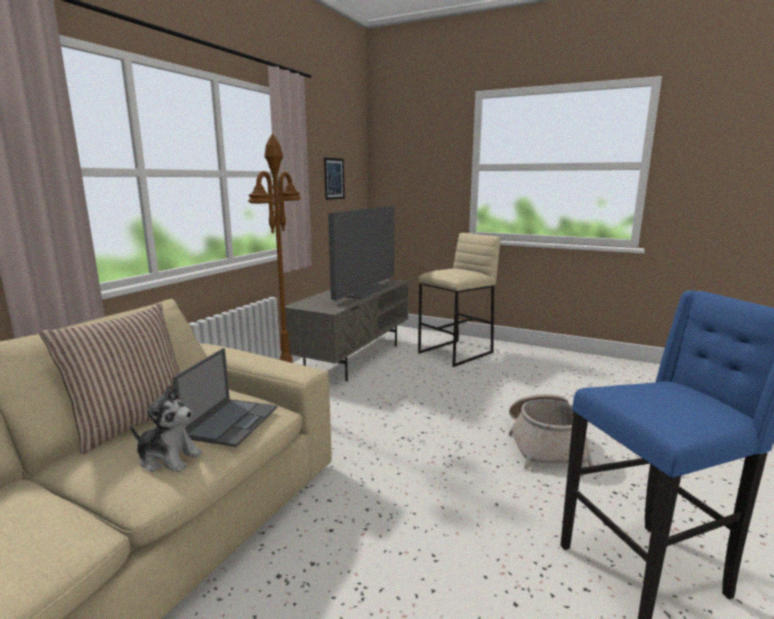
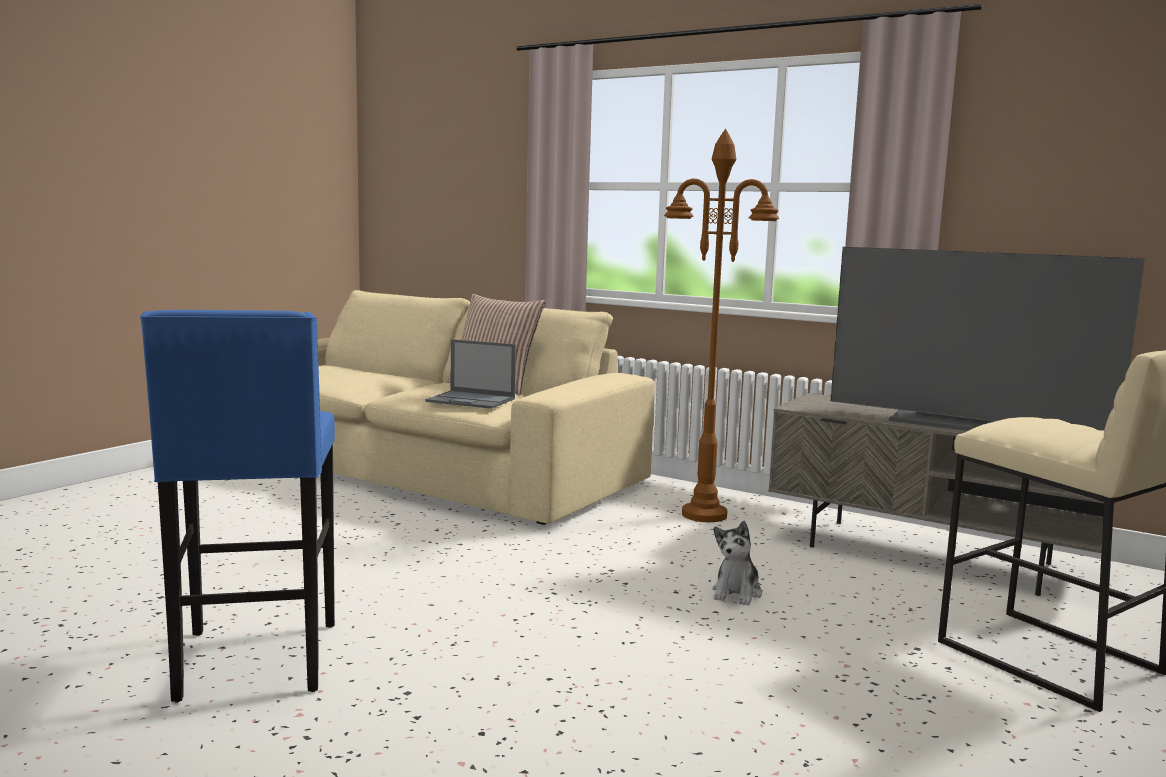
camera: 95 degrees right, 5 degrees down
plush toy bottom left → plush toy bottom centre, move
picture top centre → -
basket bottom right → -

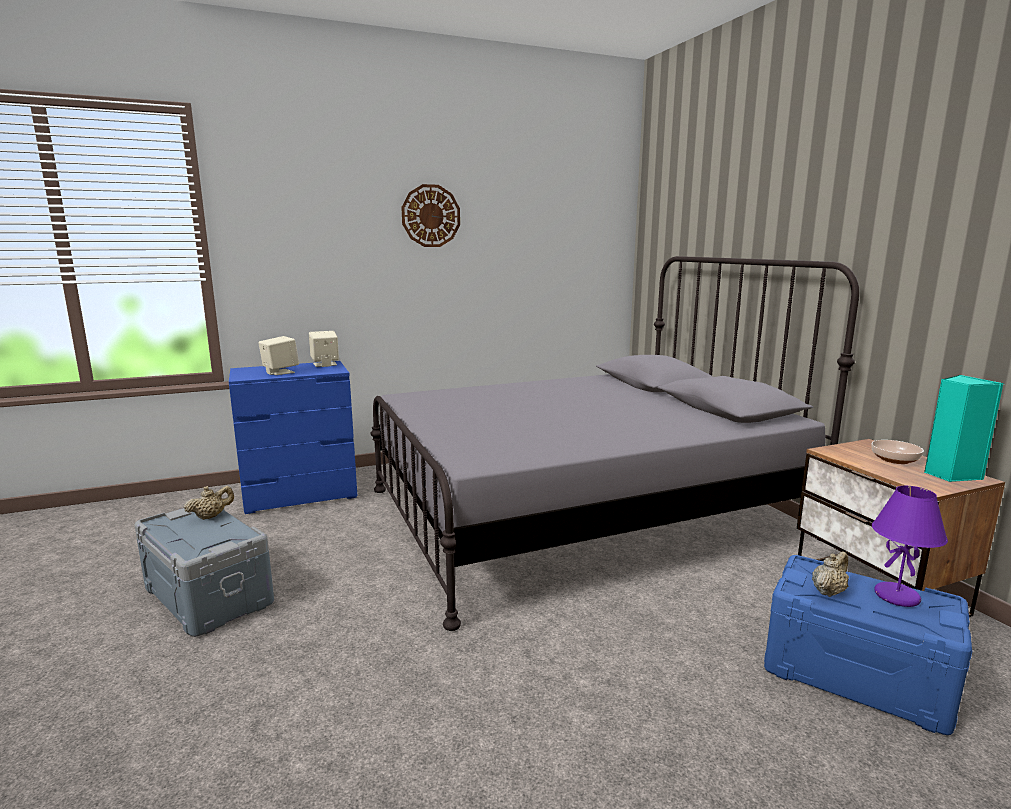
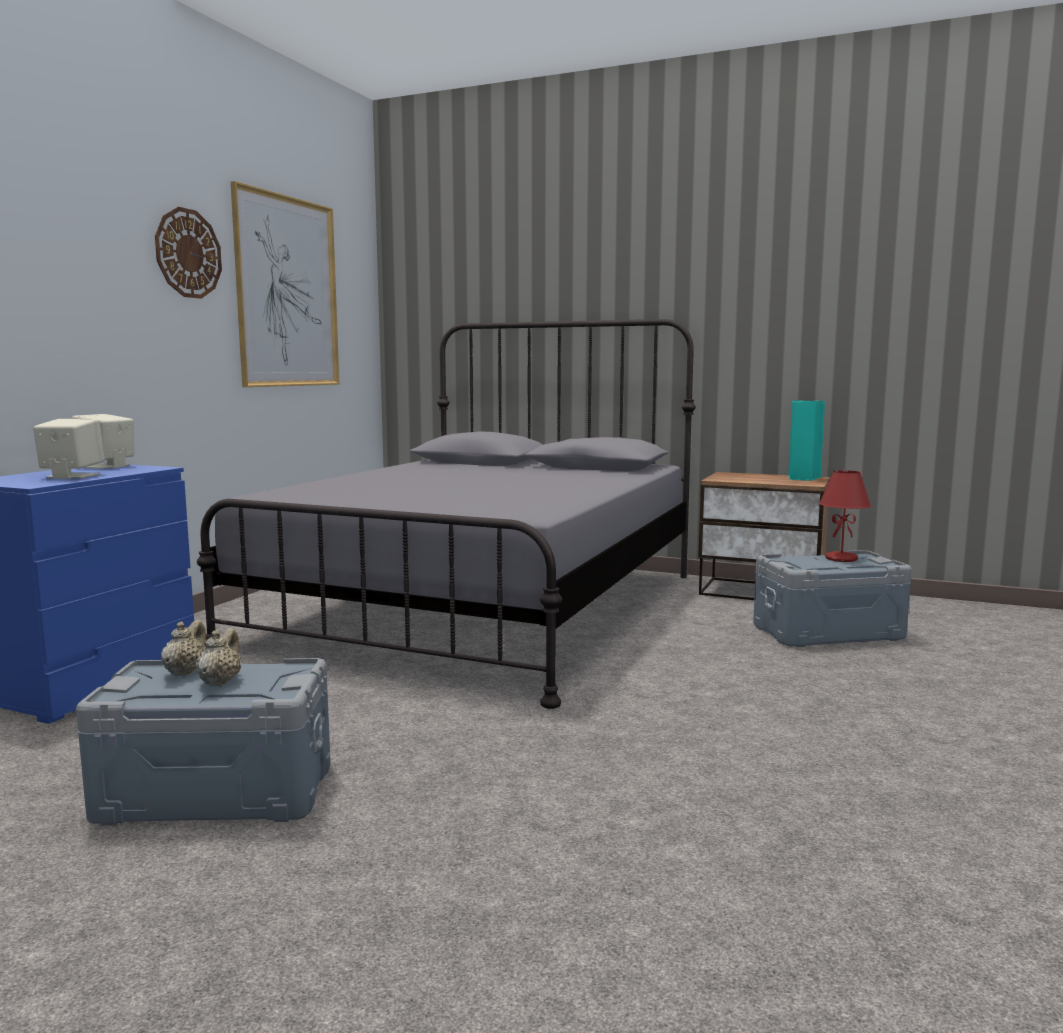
camera: 45 degrees left, 5 degrees down
teapot in beige (2nd from left) bottom right → teapot in beige (2nd from left) middle left, move
- → picture top left
storage box in blue bottom right → storage box in grey (2nd from left) middle right
table lamp in purple bottom right → table lamp in red middle right
bowl middle right → -

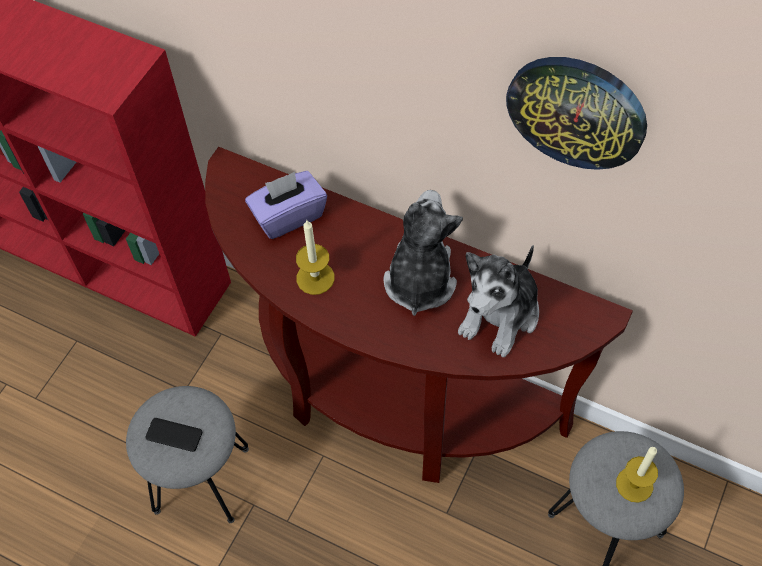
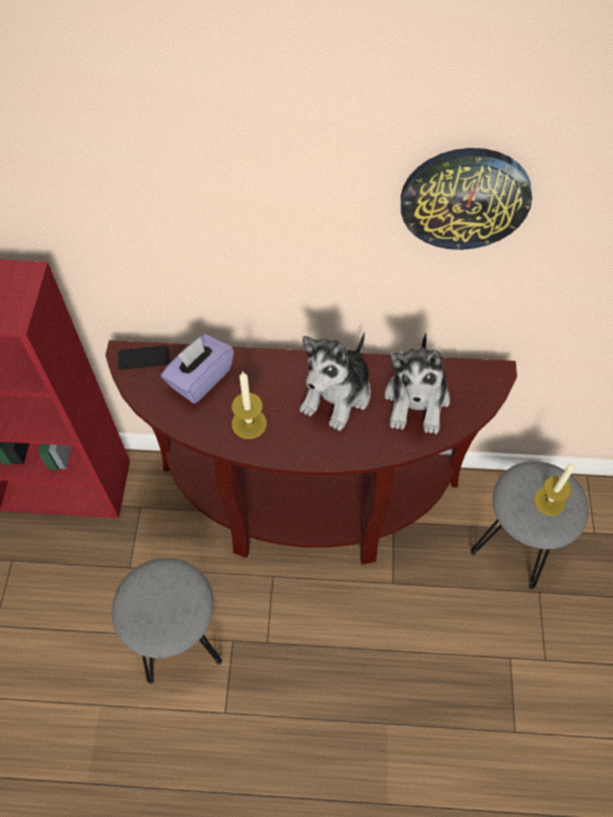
camera: 25 degrees left, 0 degrees up
phone bottom left → phone middle left, move
plush toy (1st from left) centre, 135 degrees counterclockwise

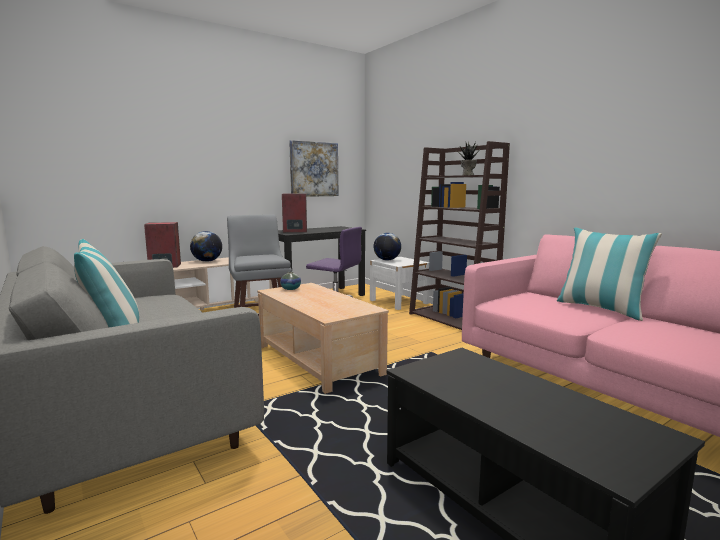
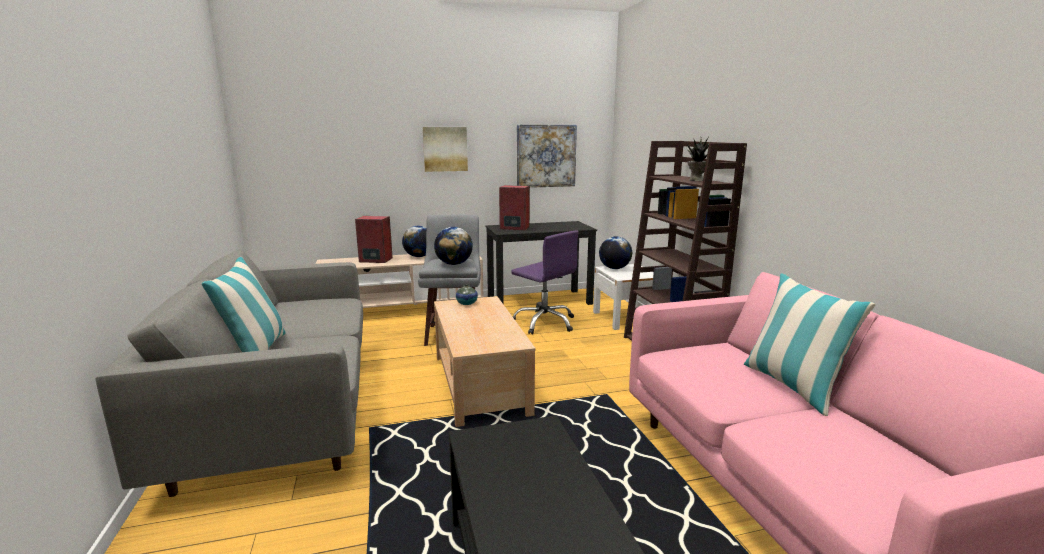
camera: 20 degrees right, 5 degrees up
- → picture (1st from left) top centre
- → globe (2nd from left) centre

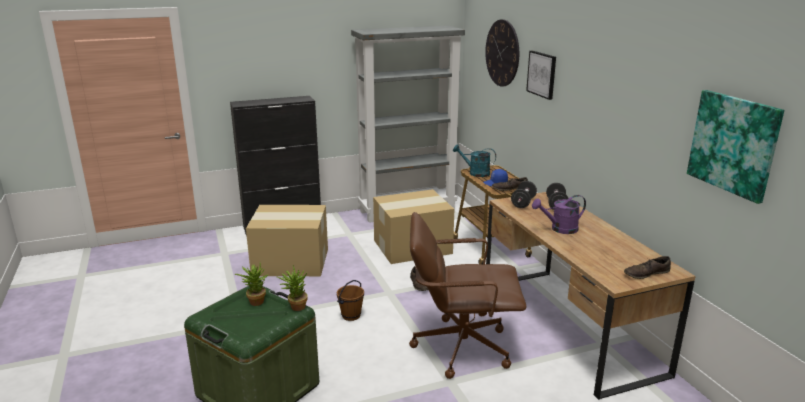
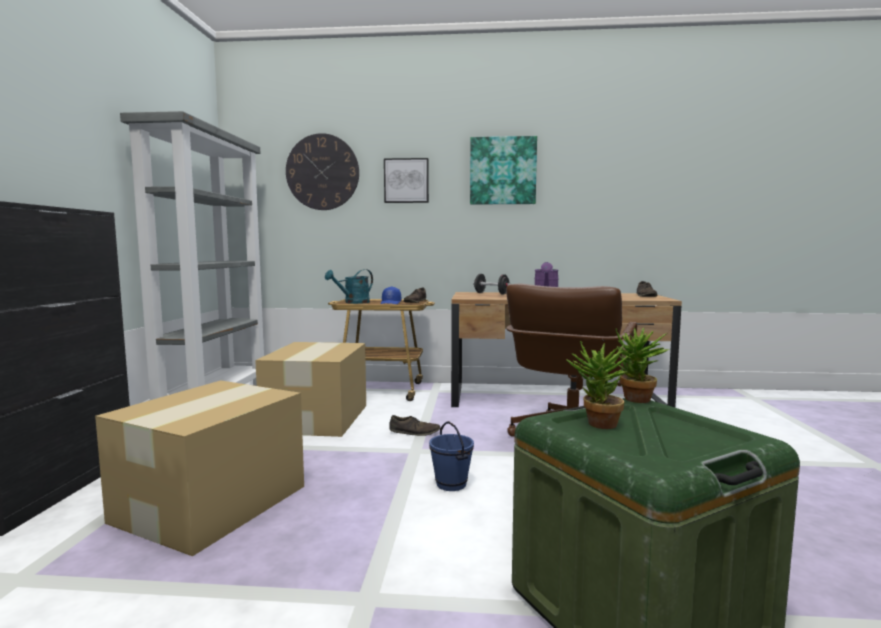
camera: 65 degrees left, 15 degrees down
bucket in brown bottom centre → bucket in blue bottom centre
picture (2nd from left) middle right → picture (2nd from left) top centre, move
dumbbell in black (1st from left) centre → -

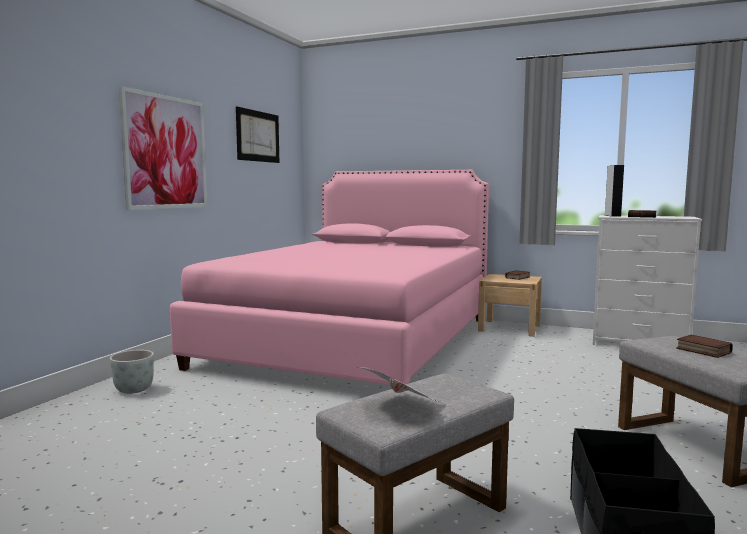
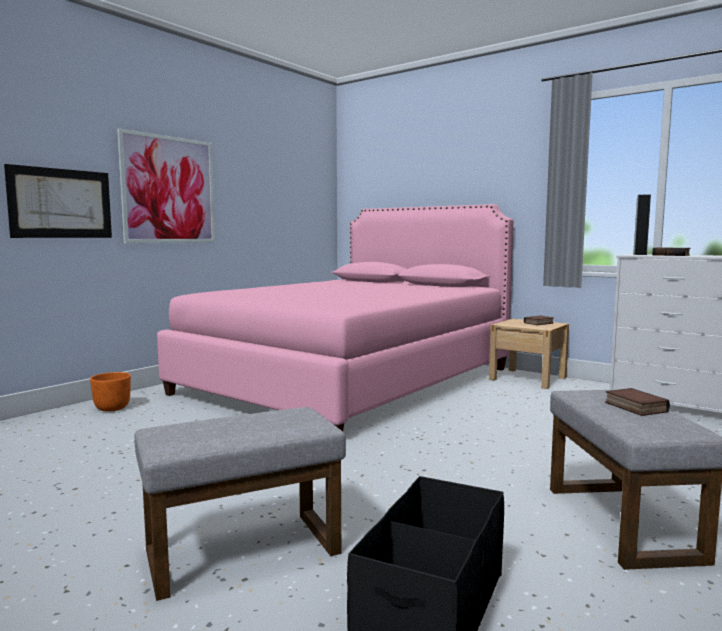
camera: 15 degrees right, 0 degrees up
picture (2nd from left in the first image) top centre → picture (1st from left) top left, move
planter in grey bottom left → planter in orange middle left
newspaper bottom centre → -

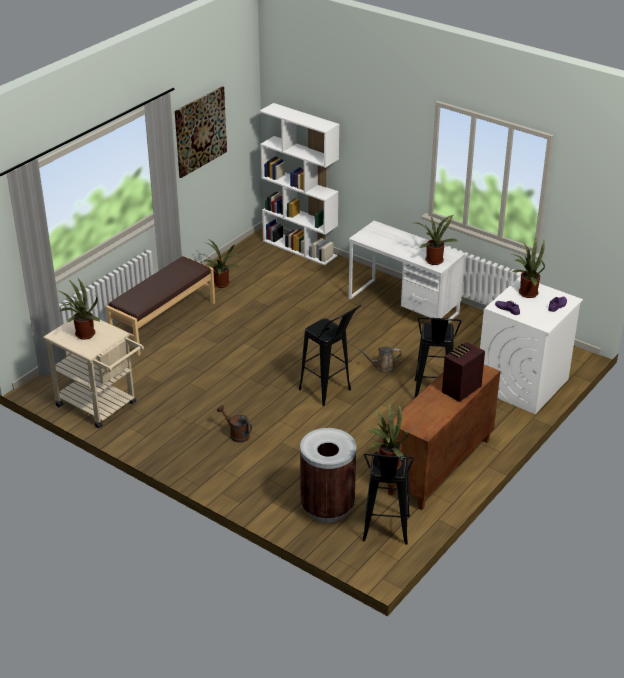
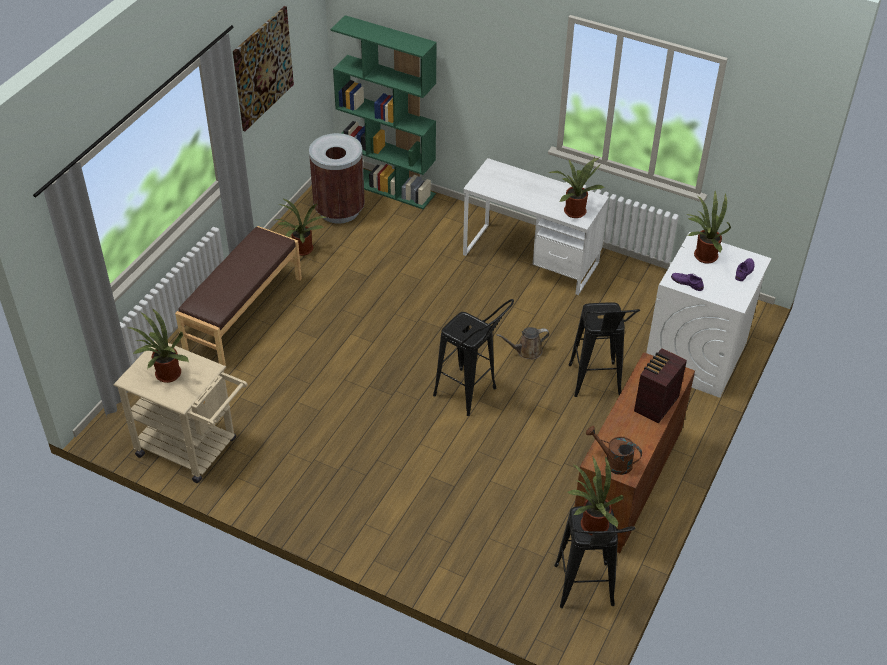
camera: 10 degrees left, 10 degrees up
trash can in brown bottom centre → trash can in brown top centre, move
bookcase in white top centre → bookcase in green top centre
watering can in brown (1st from left in the first image) centre → watering can in brown (2nd from left) bottom right, move

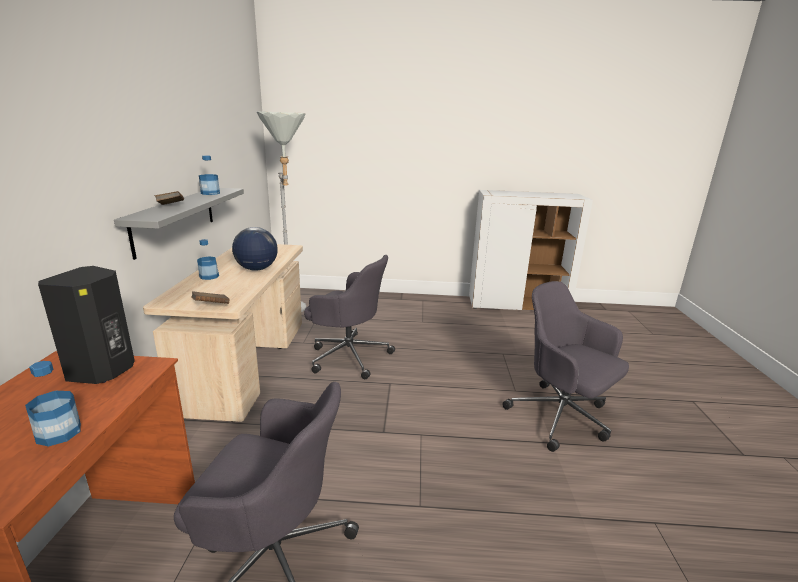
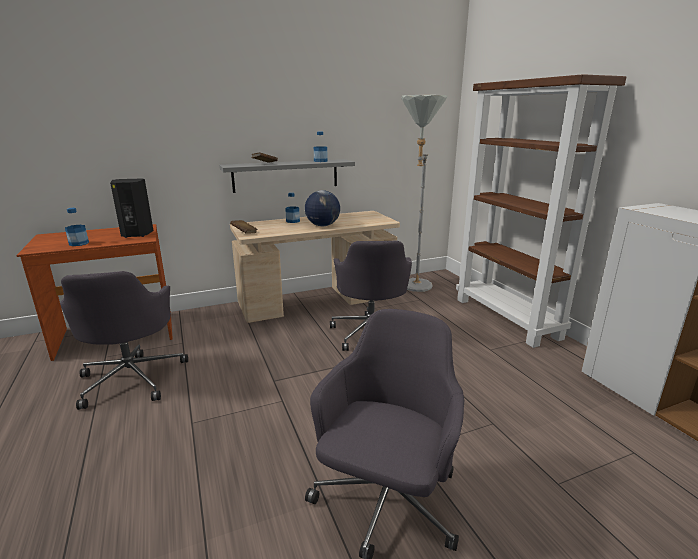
camera: 65 degrees right, 0 degrees up
- → bookcase in brown middle right

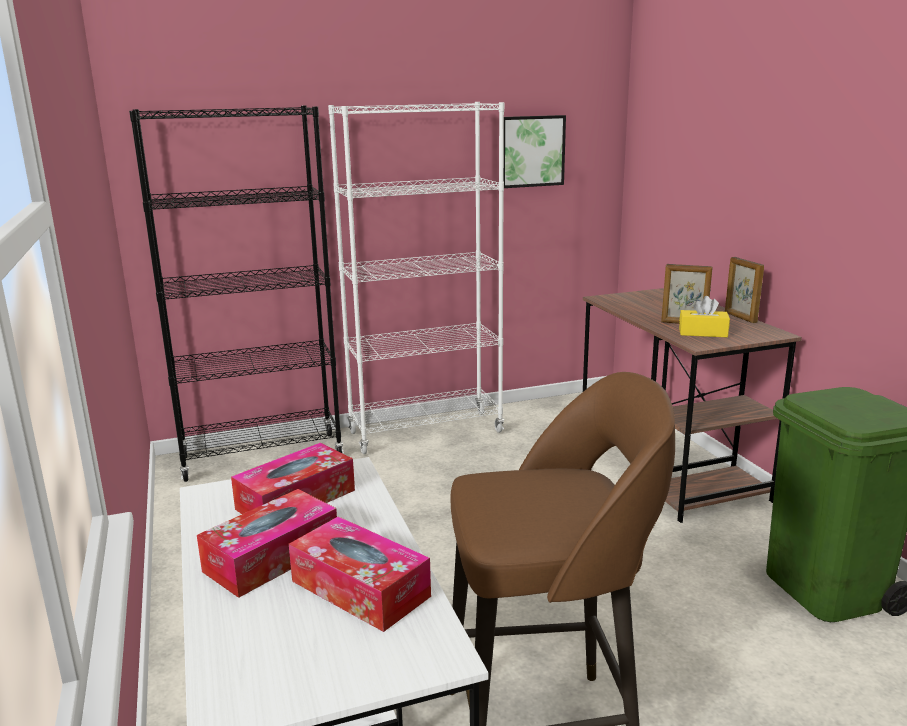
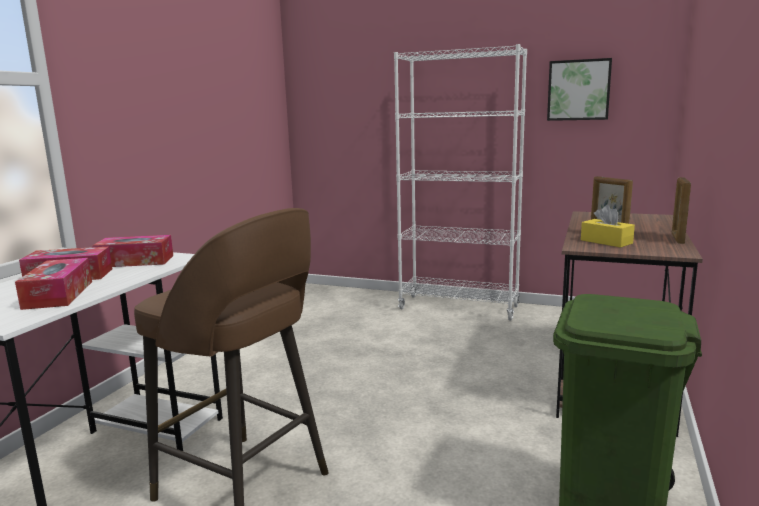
camera: 40 degrees right, 5 degrees down
bookcase in black middle left → -

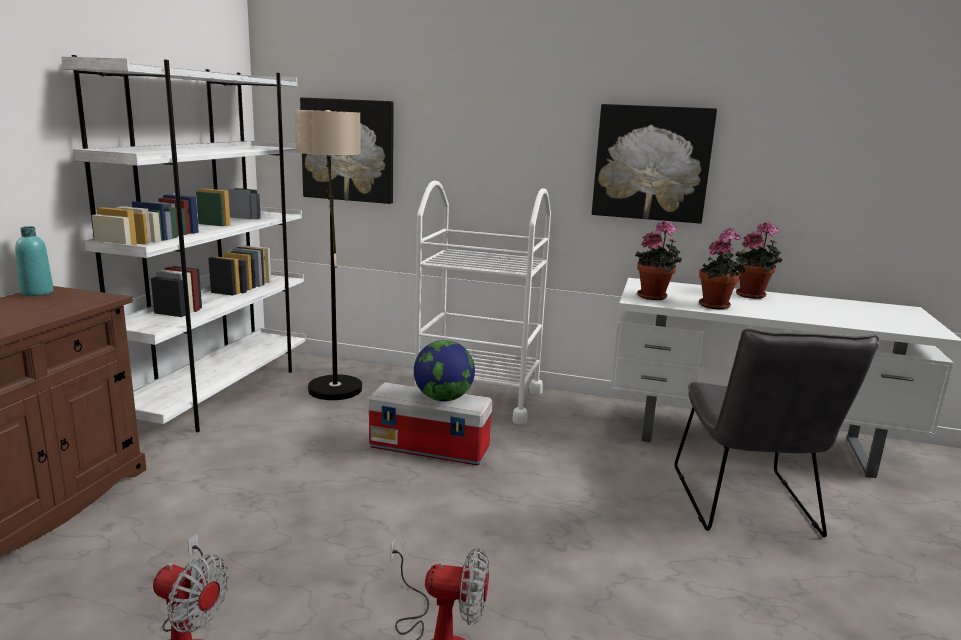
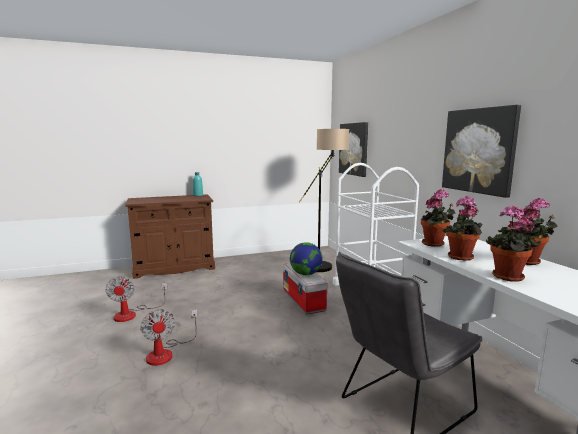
camera: 55 degrees right, 5 degrees down
- → potted plant (3rd from left) middle right
bookcase in white middle left → -

